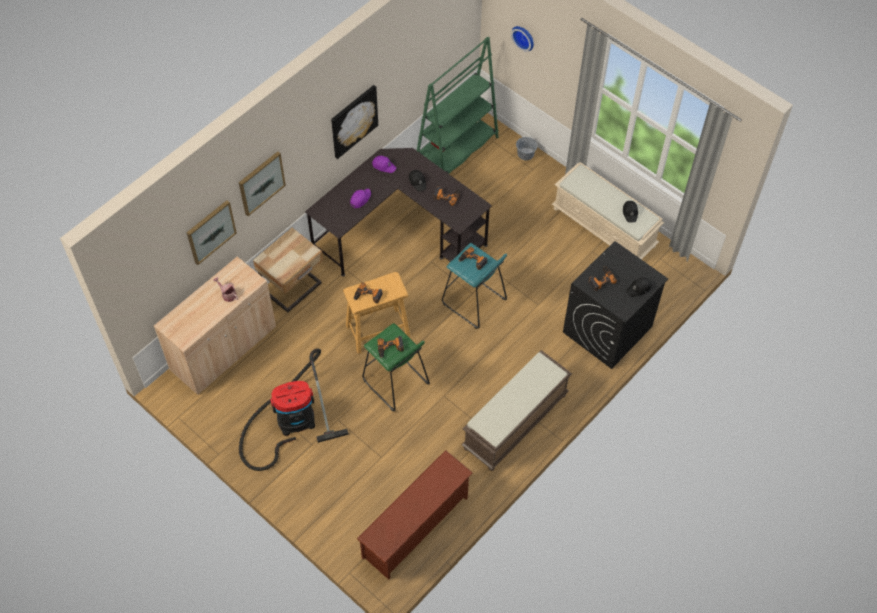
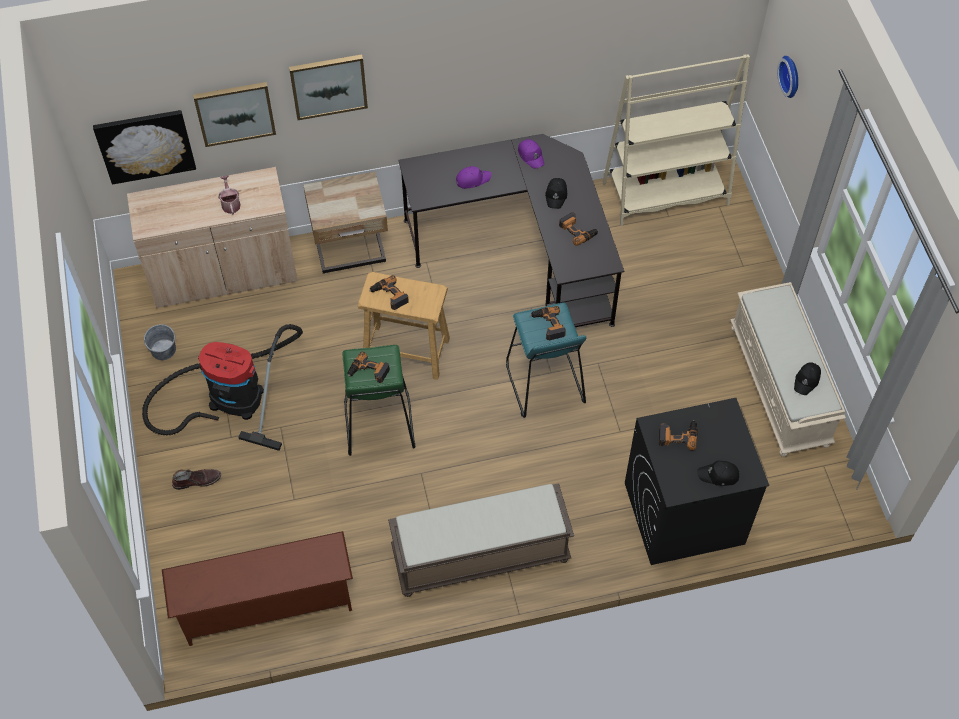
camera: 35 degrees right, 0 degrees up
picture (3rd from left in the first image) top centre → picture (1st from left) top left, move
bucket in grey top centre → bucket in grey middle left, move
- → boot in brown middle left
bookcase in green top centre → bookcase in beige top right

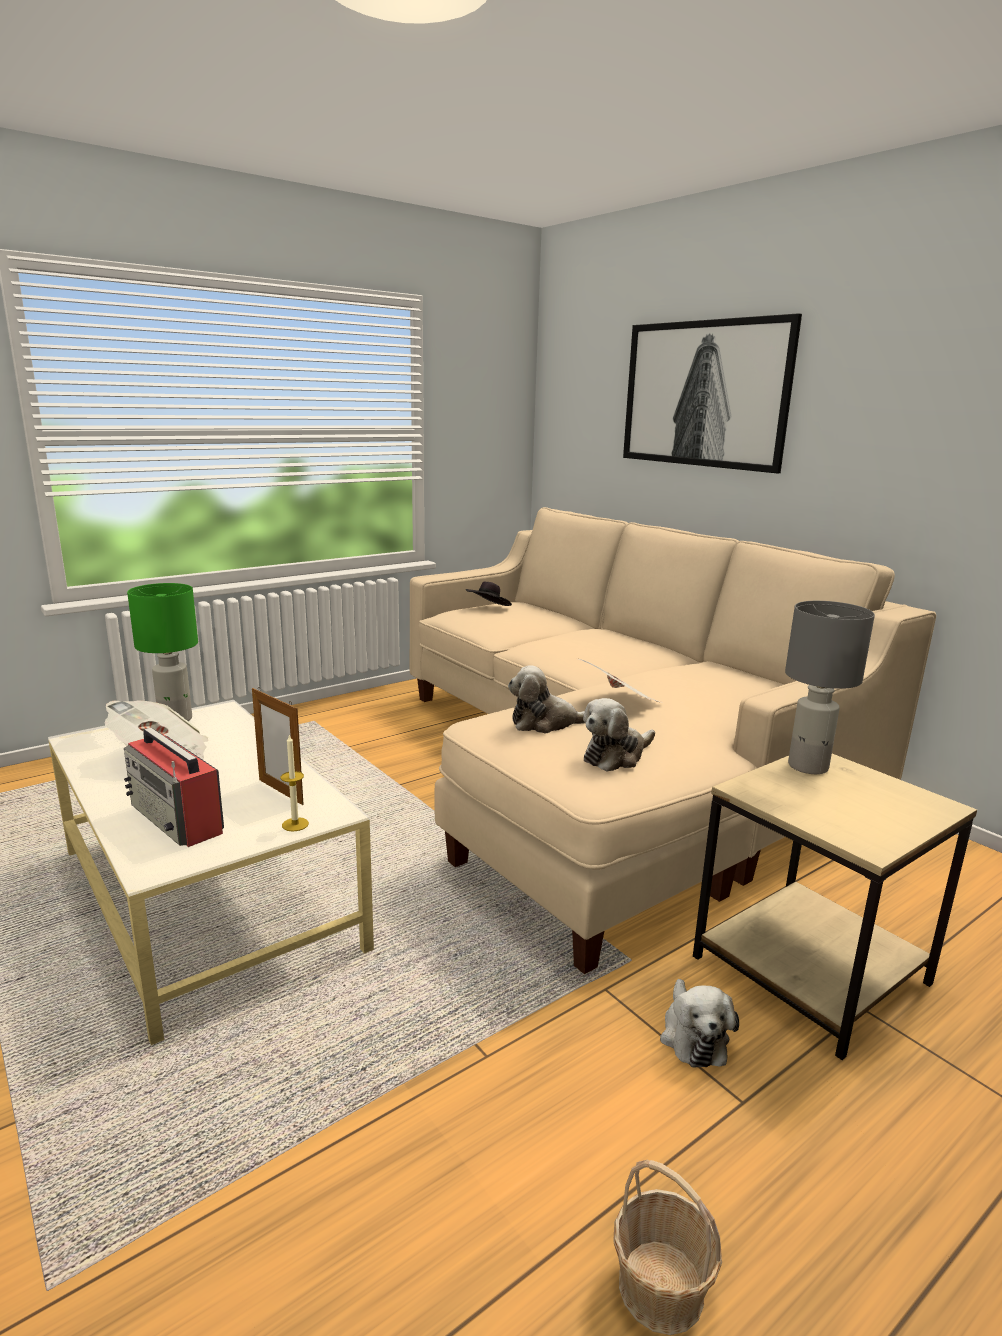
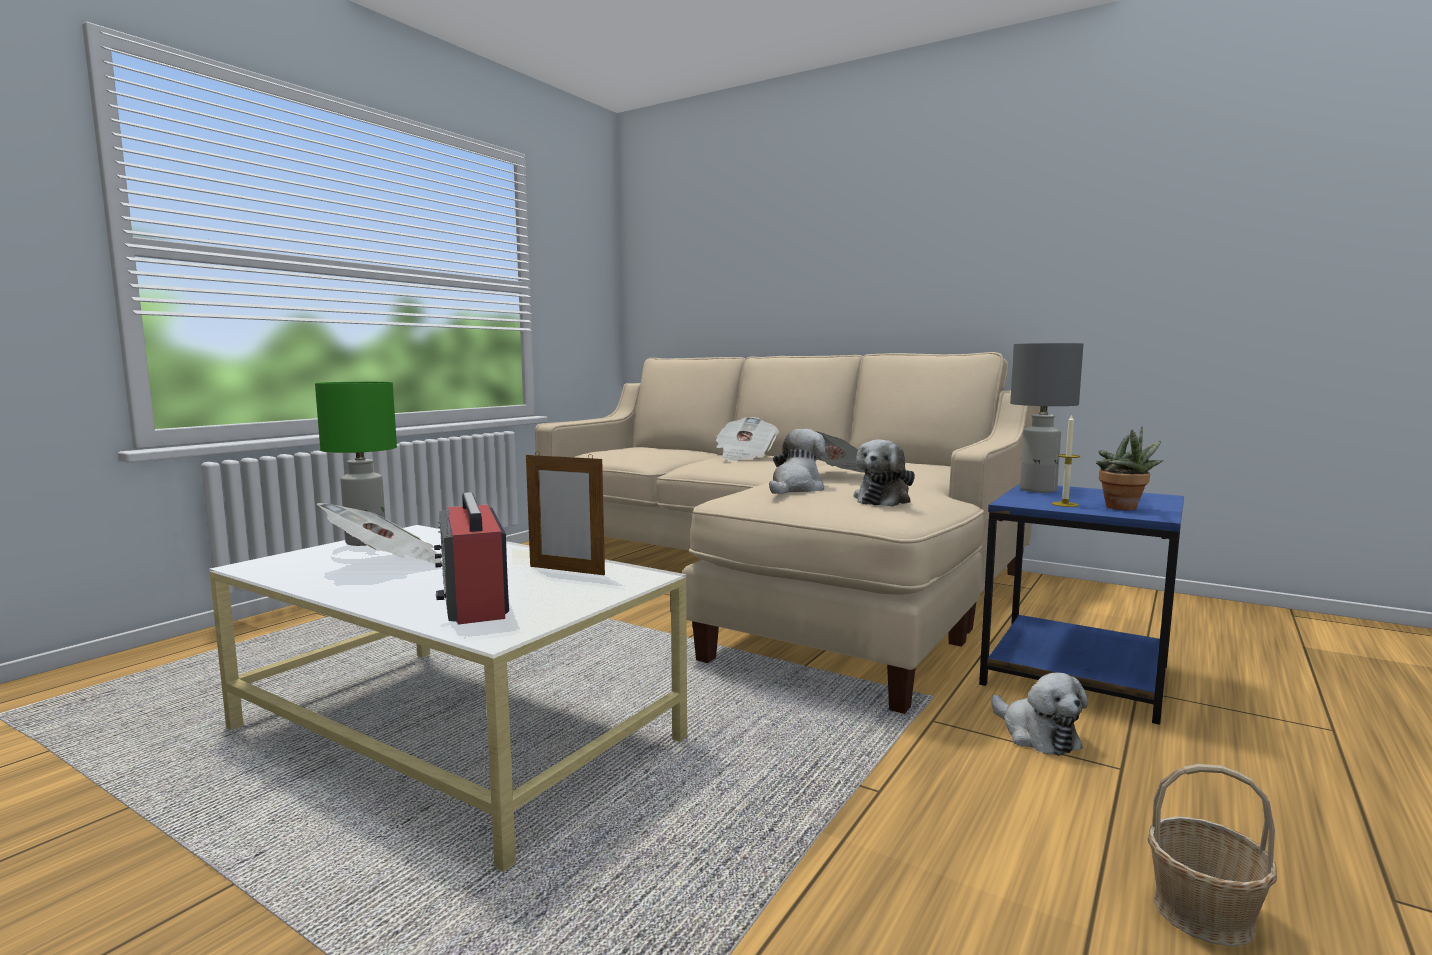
camera: 20 degrees left, 10 degrees down
radio middle left, 45 degrees clockwise
- → newspaper (2nd from left) centre
plush toy (1st from left) centre, 150 degrees clockwise
side table in beige bottom right → side table in blue middle right
candle middle left → candle middle right, move
- → potted plant middle right
hat in black centre → -
picture top right → -

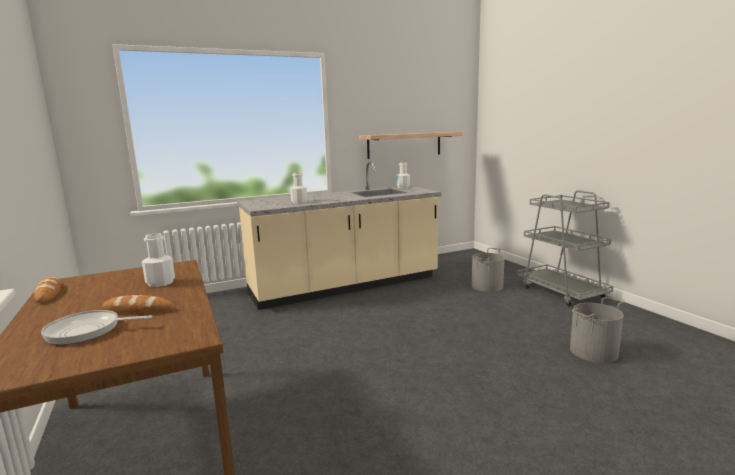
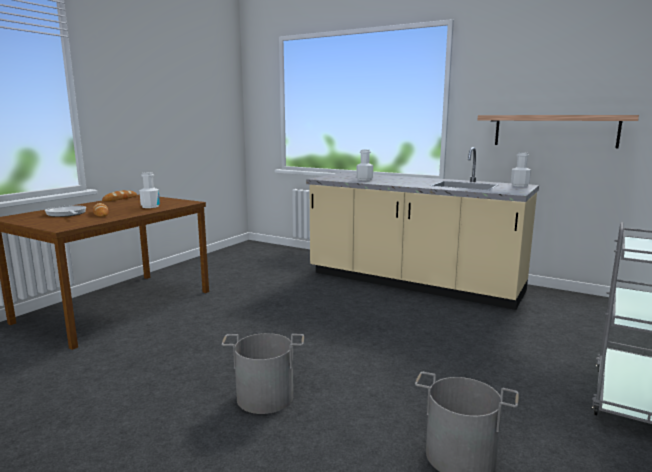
camera: 55 degrees right, 0 degrees up
bucket in grey (1st from left) centre → bucket in grey (1st from left) bottom centre, move

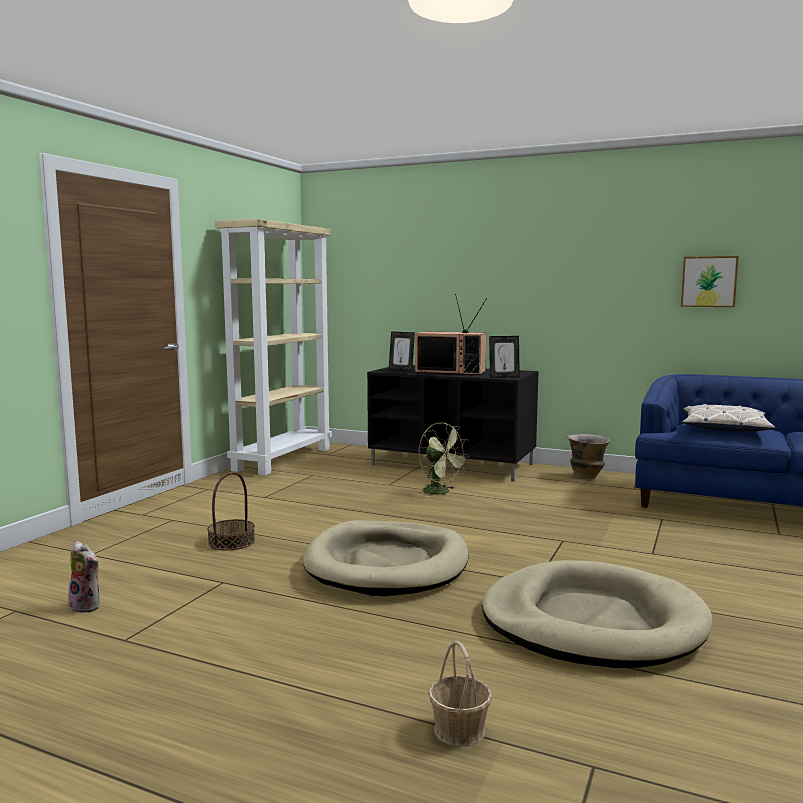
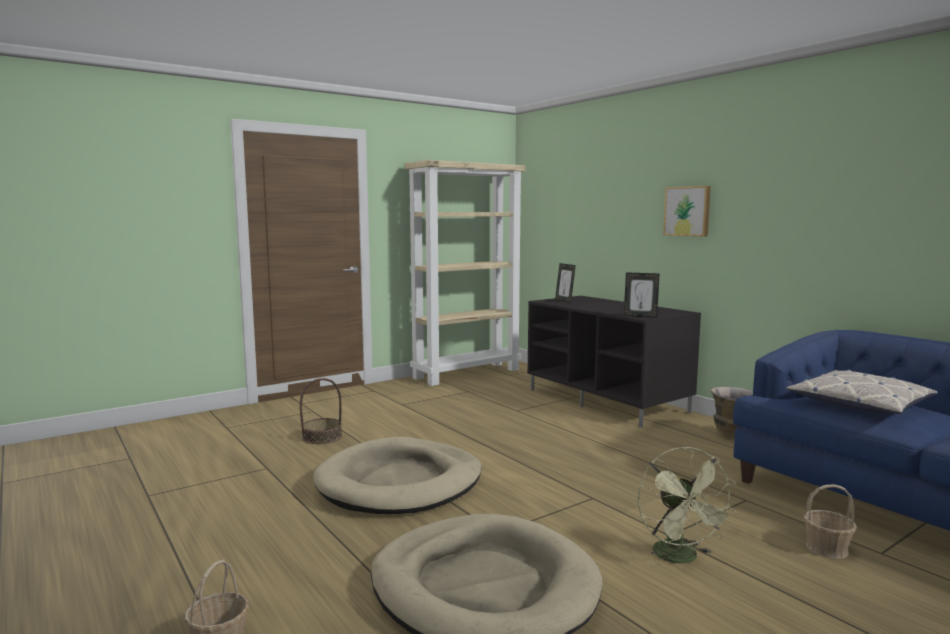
camera: 30 degrees right, 0 degrees up
fan in green centre → fan in green bottom right, move
picture middle right → picture top right, move
- → basket (3rd from left) bottom right
plush toy bottom left → -
television centre → -

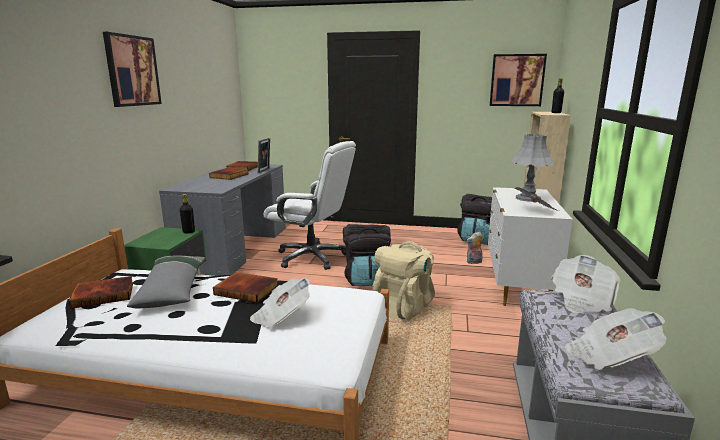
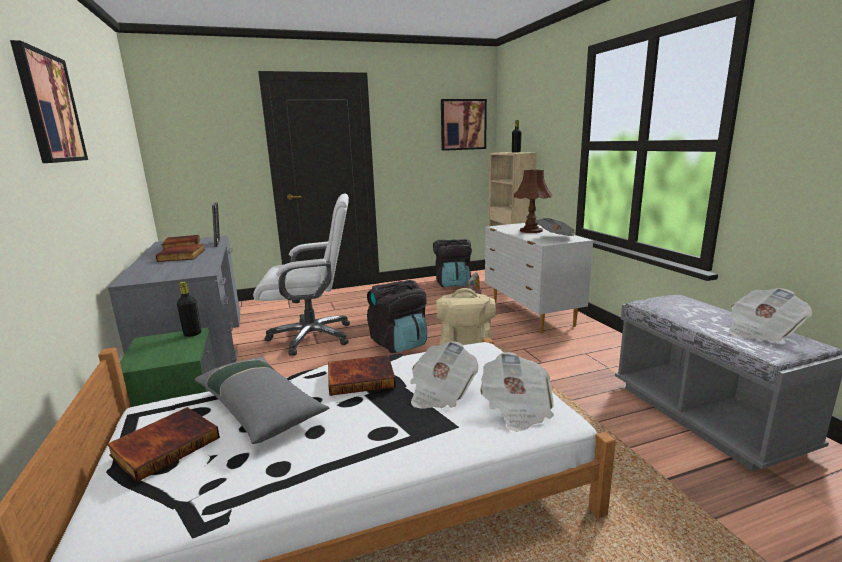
camera: 30 degrees left, 0 degrees up
newspaper (3rd from left in the first image) middle right → newspaper (2nd from left) bottom centre, move
table lamp in grey middle right → table lamp in brown centre

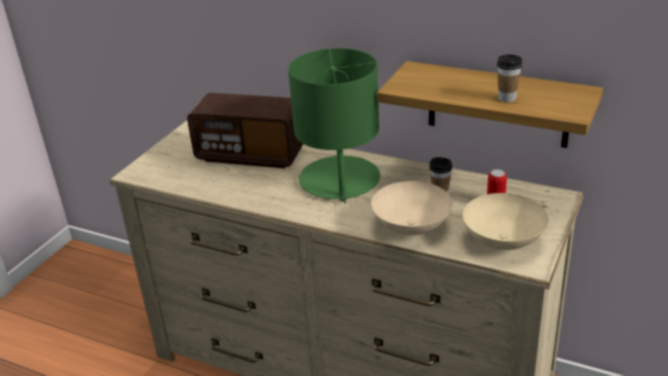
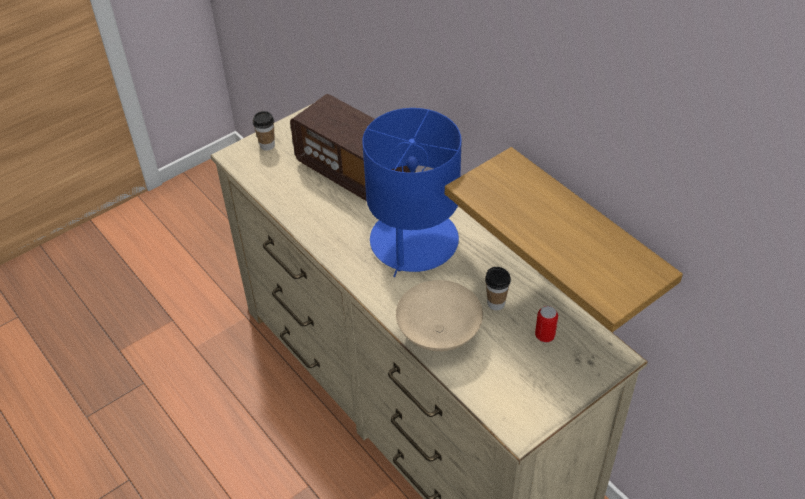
camera: 25 degrees right, 15 degrees up
cup (2nd from left in the first image) top right → cup (1st from left) top left, move
table lamp in green top centre → table lamp in blue centre
bowl in beige (2nd from left) middle right → -

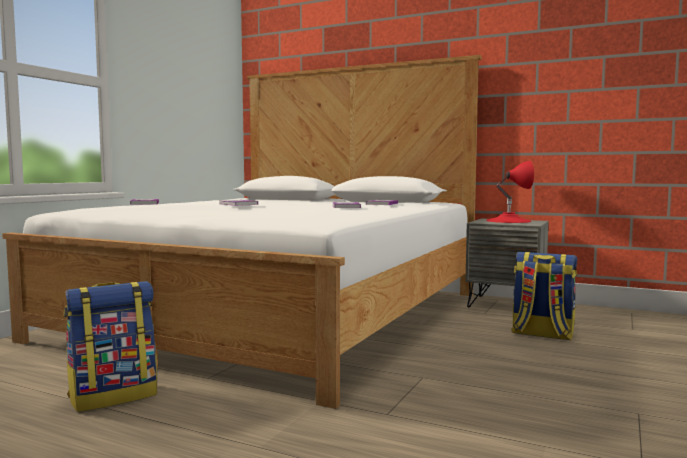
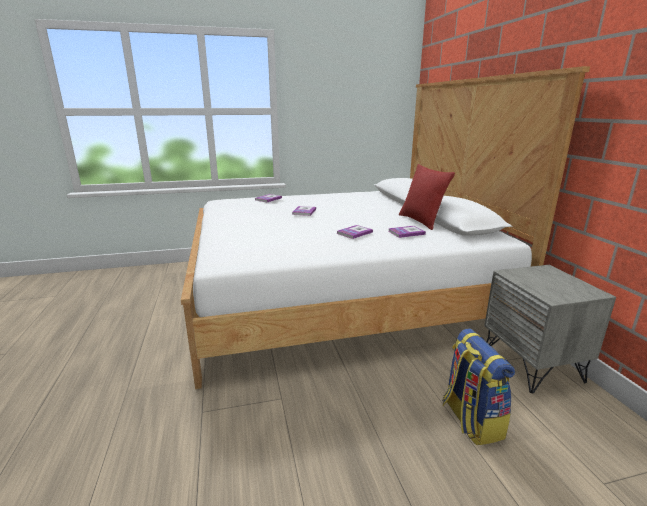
camera: 50 degrees right, 15 degrees up
- → pillow in red centre
backpack (1st from left) bottom left → -
table lamp in red middle right → -

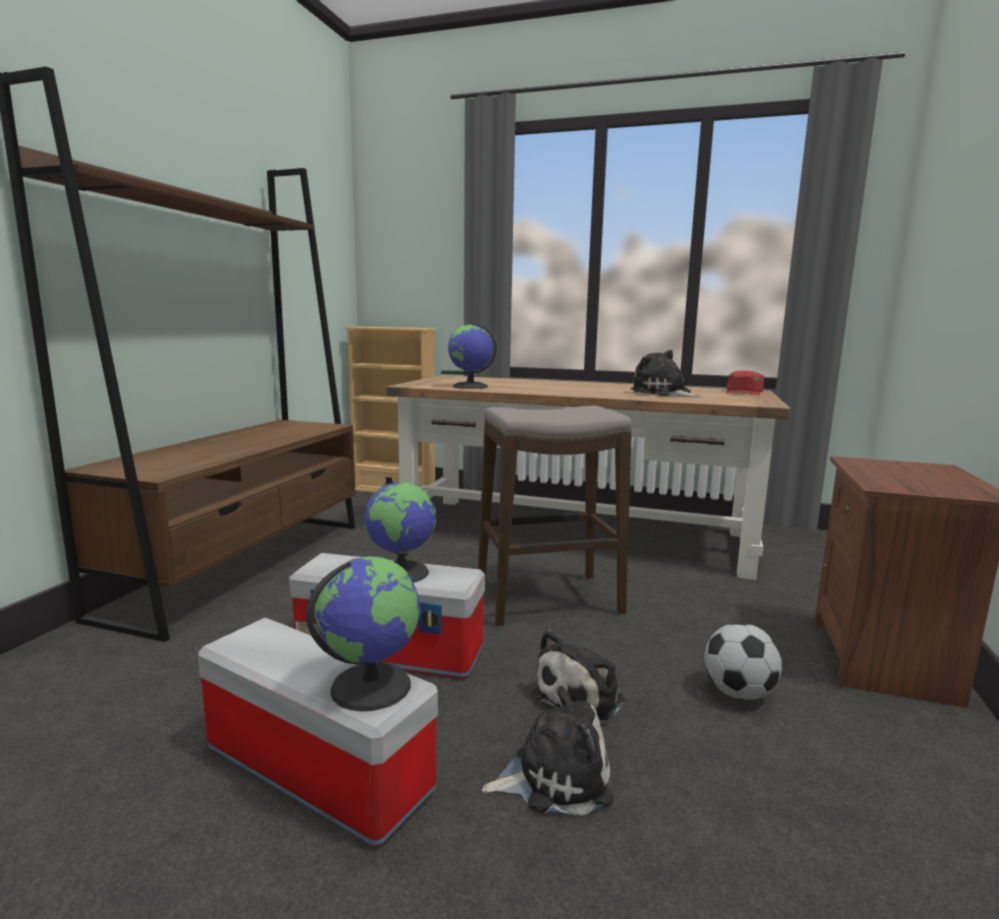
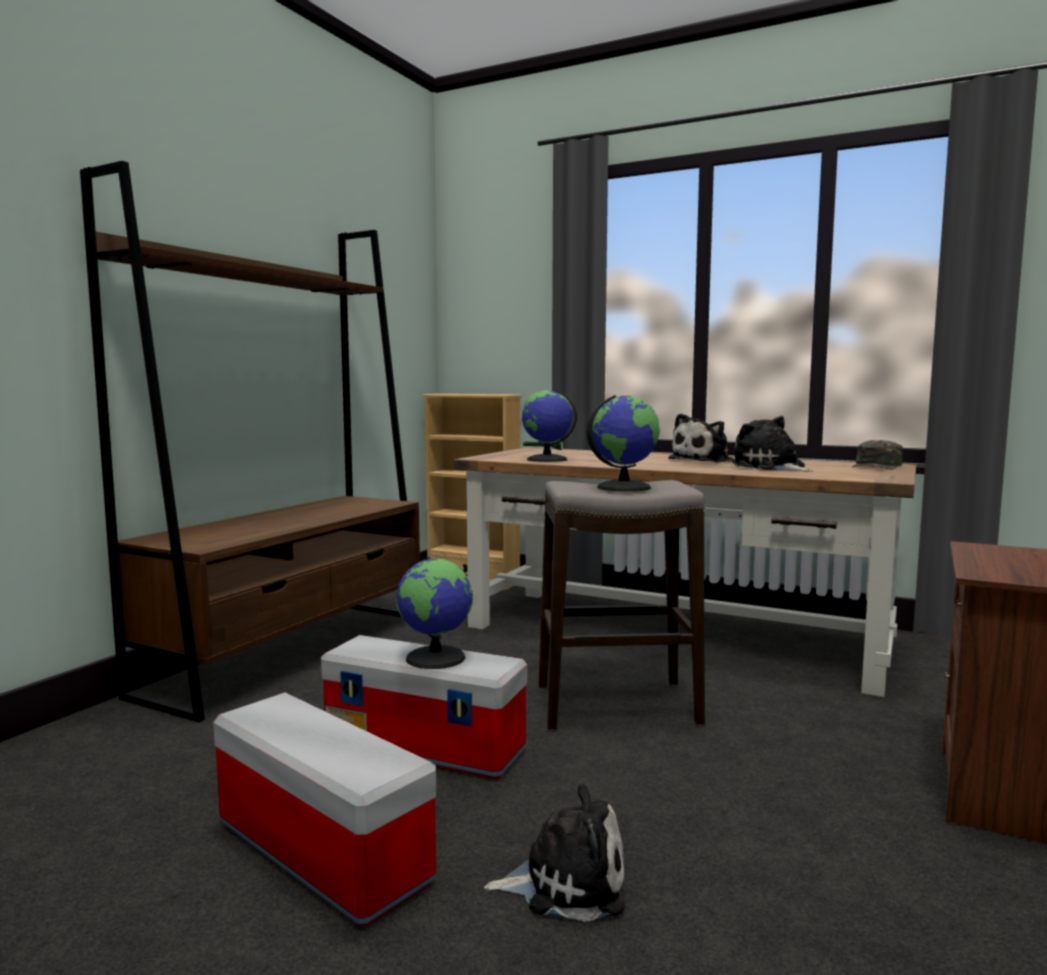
camera: 10 degrees right, 5 degrees down
globe (1st from left in the first image) bottom centre → globe (3rd from left) centre, move
plush toy (2nd from left) bottom centre → plush toy (2nd from left) middle right, move
cap in red middle right → cap in green middle right
football bottom right → -

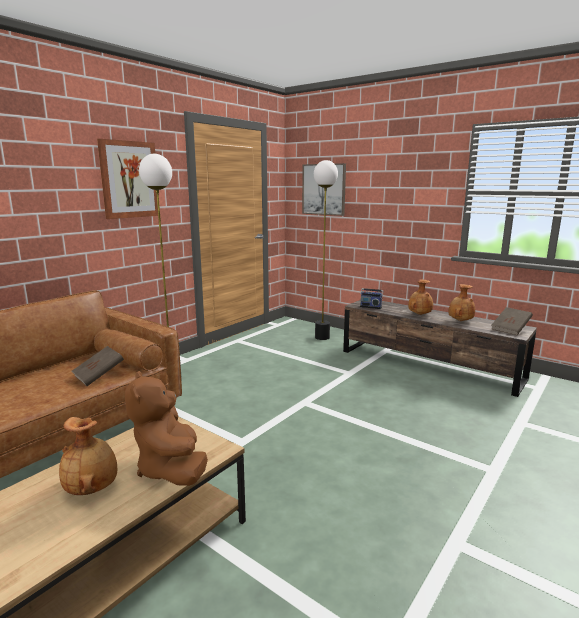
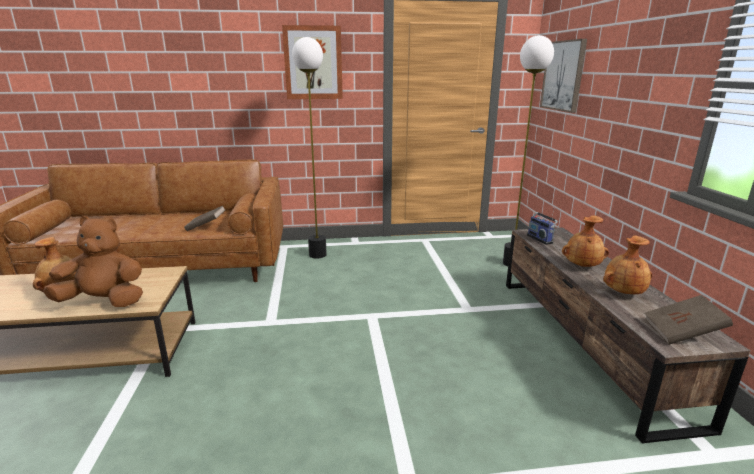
camera: 45 degrees right, 5 degrees up
plush toy in brown bottom left → plush toy in brown middle left, 60 degrees clockwise

